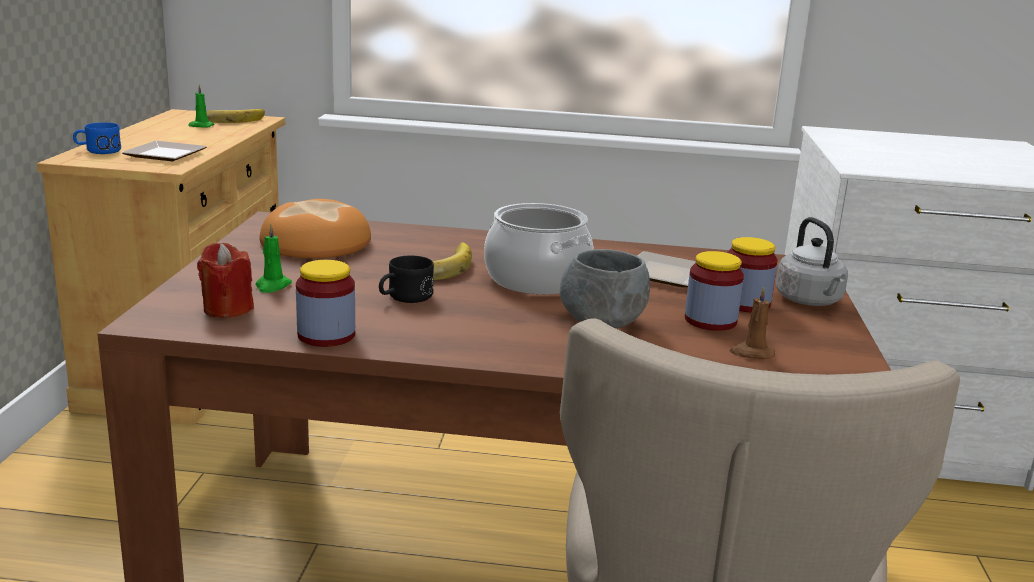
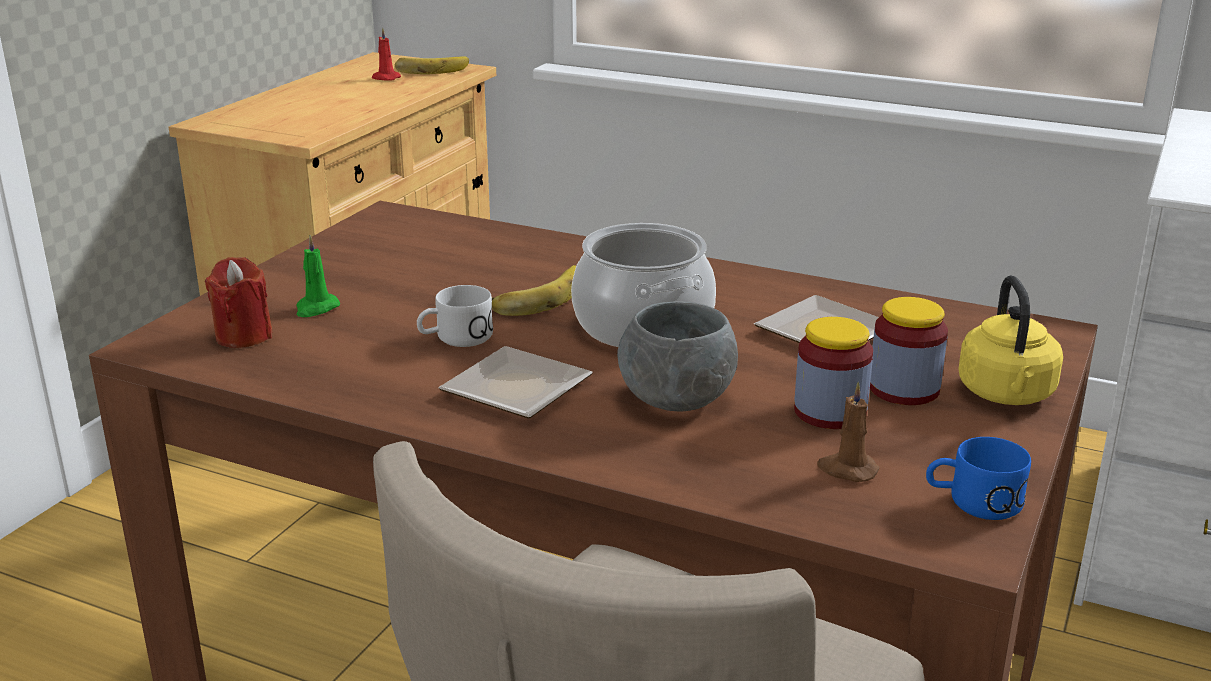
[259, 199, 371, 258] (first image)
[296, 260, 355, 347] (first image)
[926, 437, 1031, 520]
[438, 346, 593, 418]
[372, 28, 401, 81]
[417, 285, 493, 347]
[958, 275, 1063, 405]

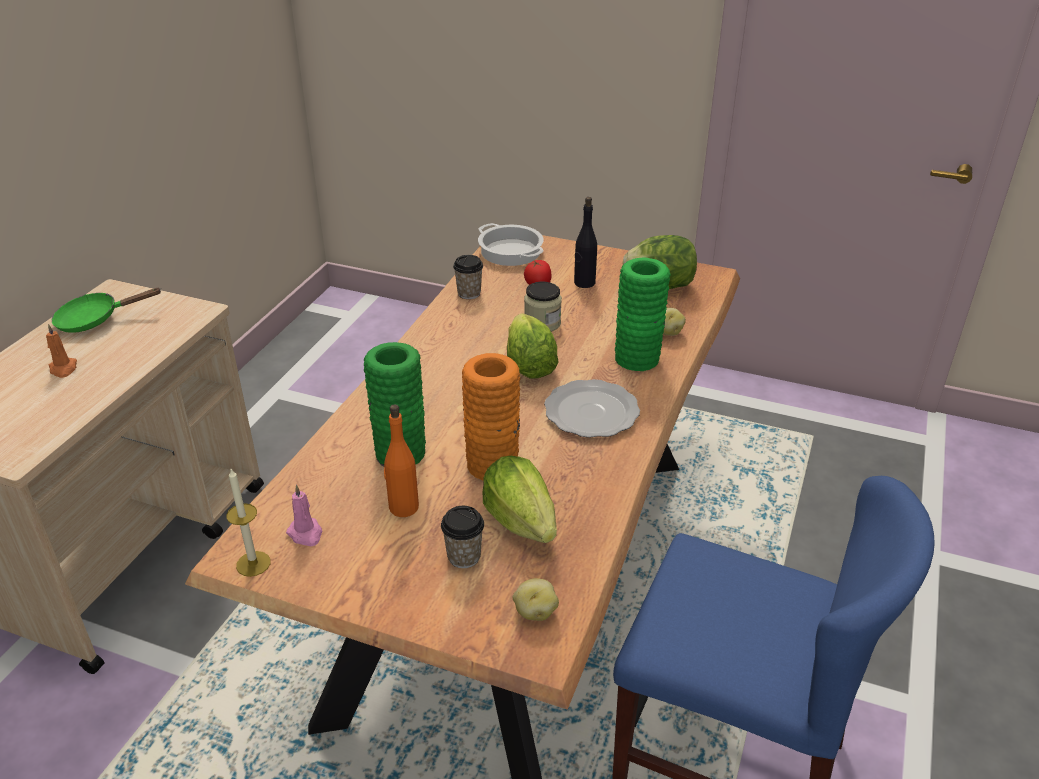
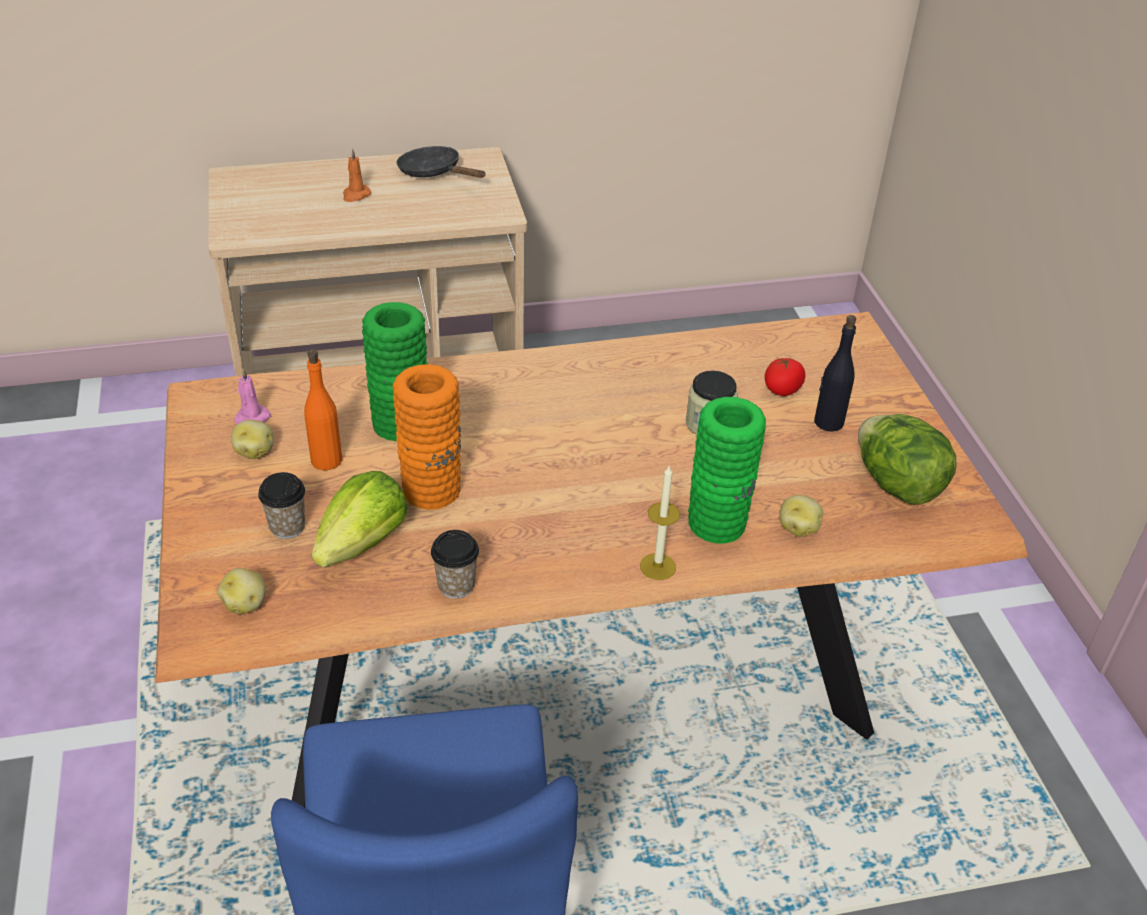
[478, 223, 544, 266] (first image)
[507, 313, 559, 378] (first image)
[544, 379, 640, 438] (first image)
[231, 420, 273, 459]
[640, 466, 680, 580]
[431, 530, 479, 599]
[397, 146, 486, 178]

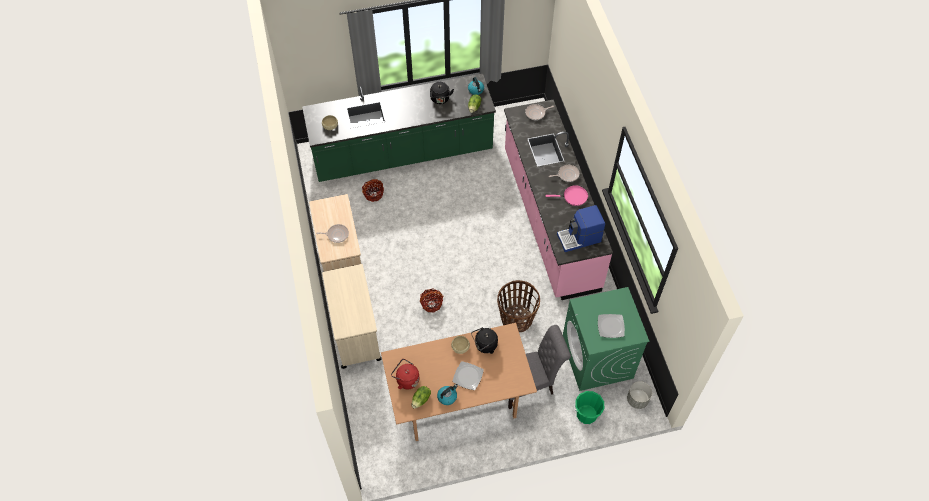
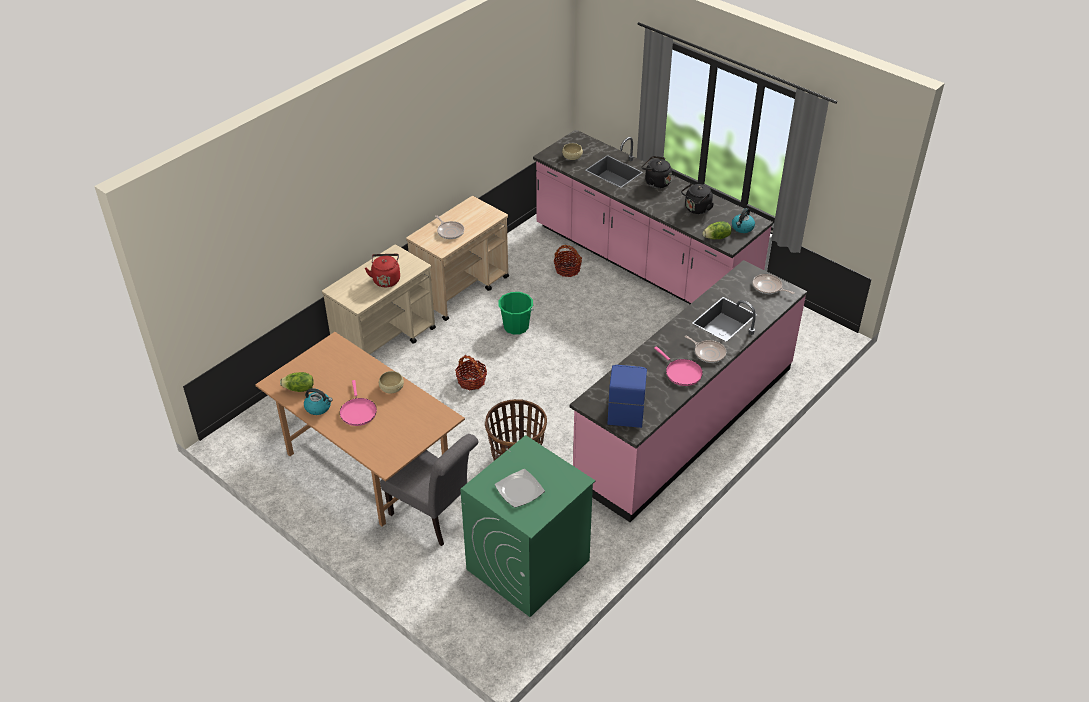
[627, 381, 652, 409] (first image)
[365, 254, 400, 287]
[641, 156, 672, 188]
[499, 292, 534, 335]
[340, 380, 377, 426]
[533, 130, 773, 304]
[607, 364, 647, 428]

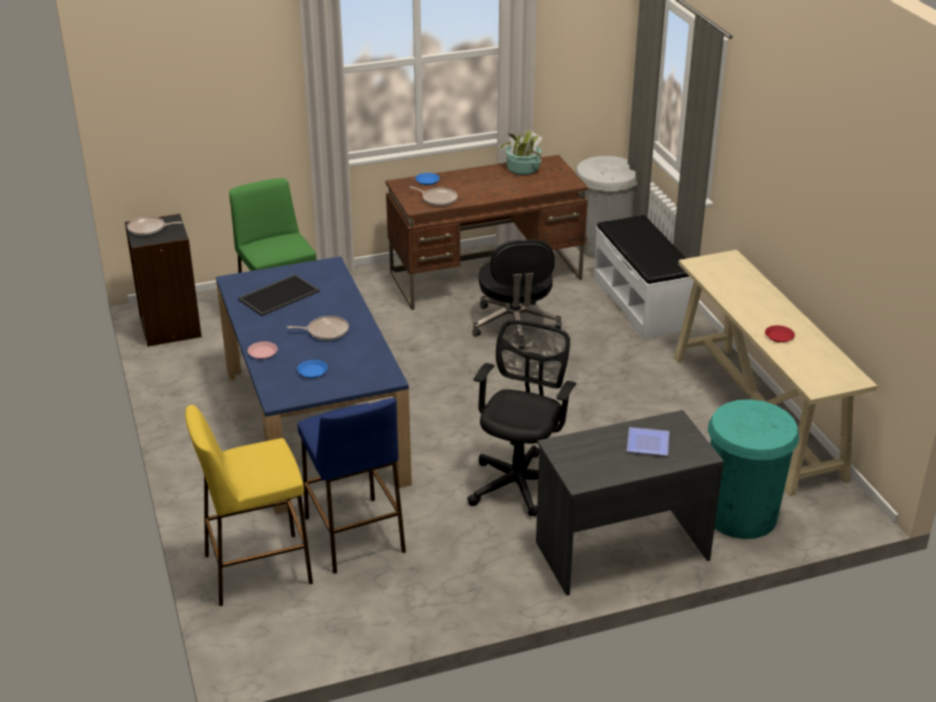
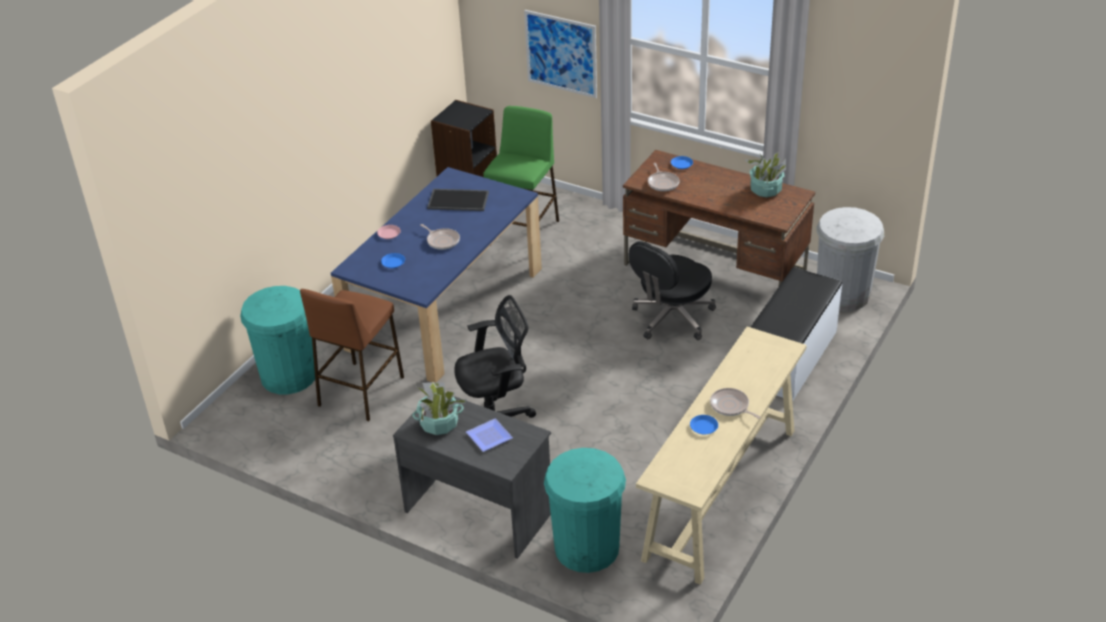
[412, 382, 467, 435]
[524, 10, 597, 98]
[710, 388, 761, 419]
[240, 286, 315, 394]
[300, 289, 404, 421]
[690, 415, 718, 435]

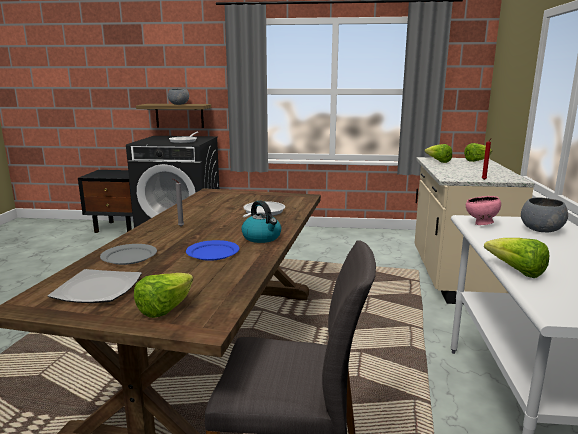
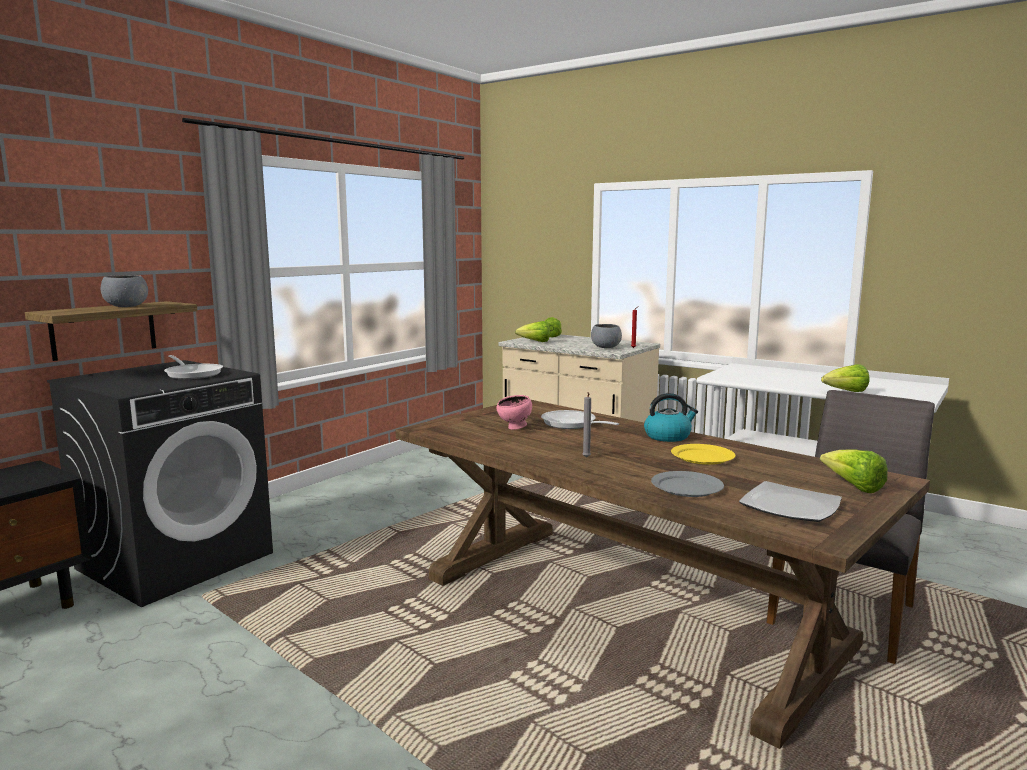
[496, 395, 532, 430]
[591, 324, 622, 348]
[671, 444, 736, 465]

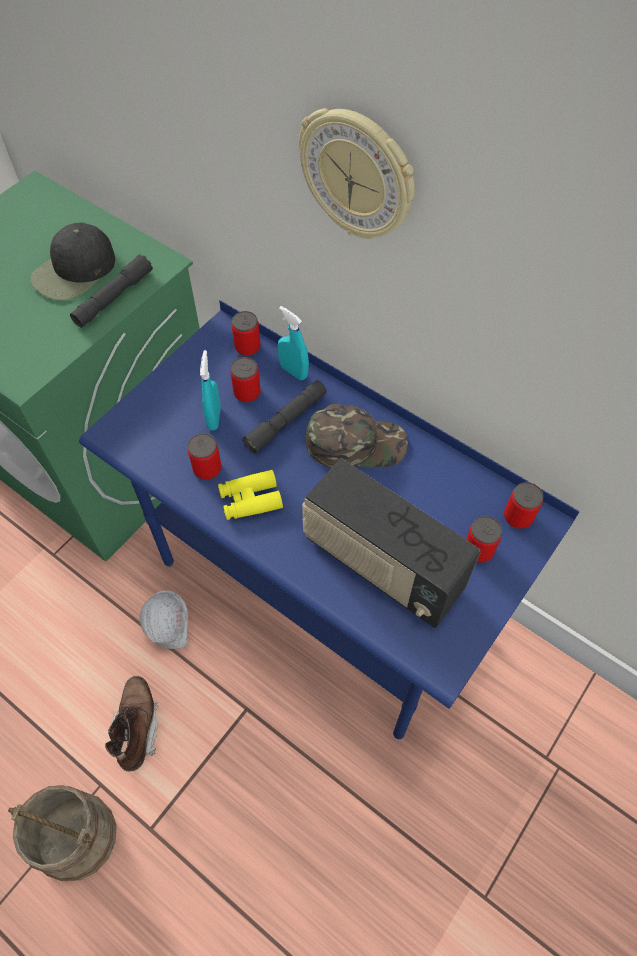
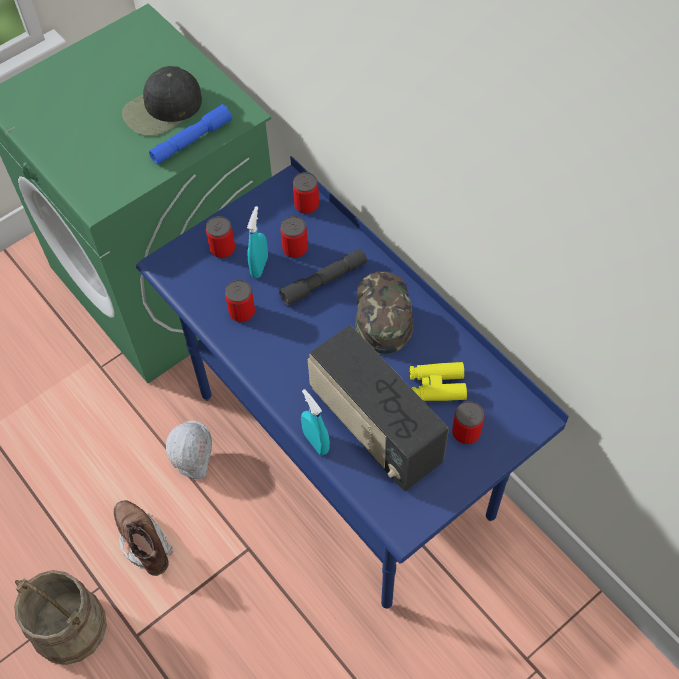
[299, 108, 415, 239] (first image)
[410, 362, 467, 401]
[301, 389, 330, 455]
[206, 216, 235, 258]
[149, 104, 232, 164]
[114, 500, 173, 576]
[355, 272, 414, 354]

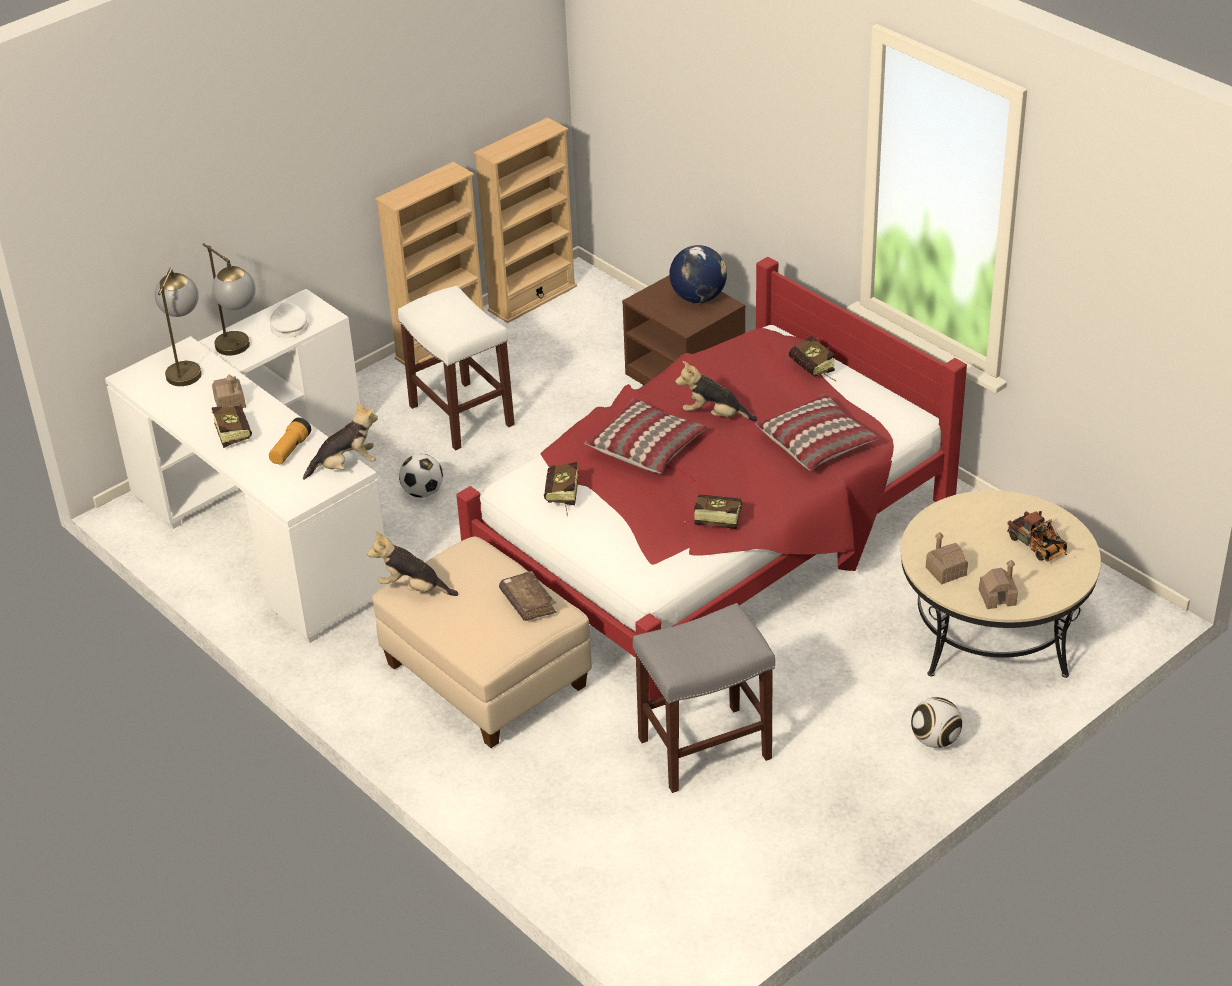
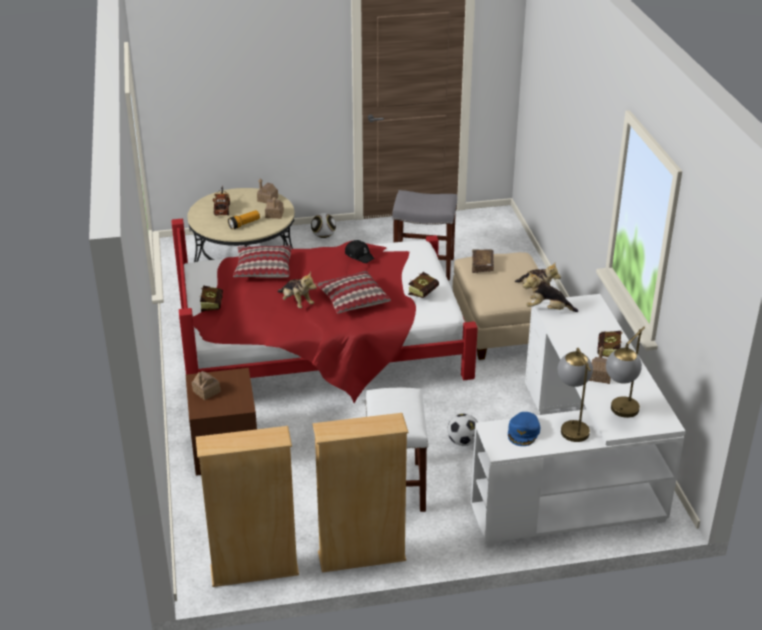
[228, 210, 260, 230]
[192, 371, 221, 400]
[345, 240, 375, 263]
[508, 412, 540, 446]

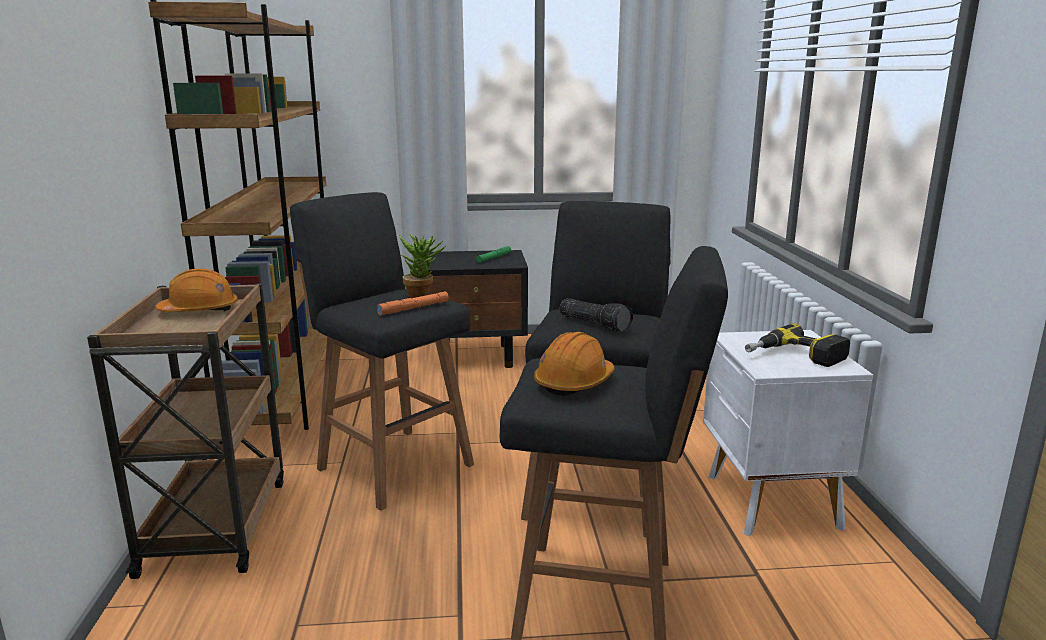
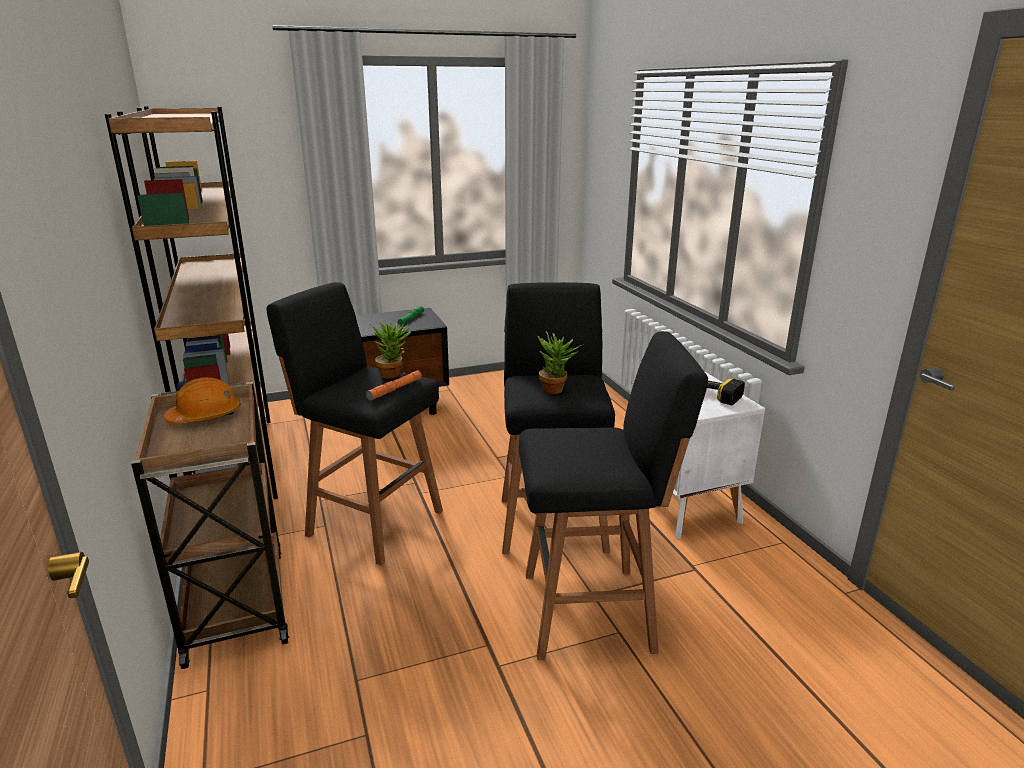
[534, 332, 615, 396] (first image)
[537, 332, 584, 394]

